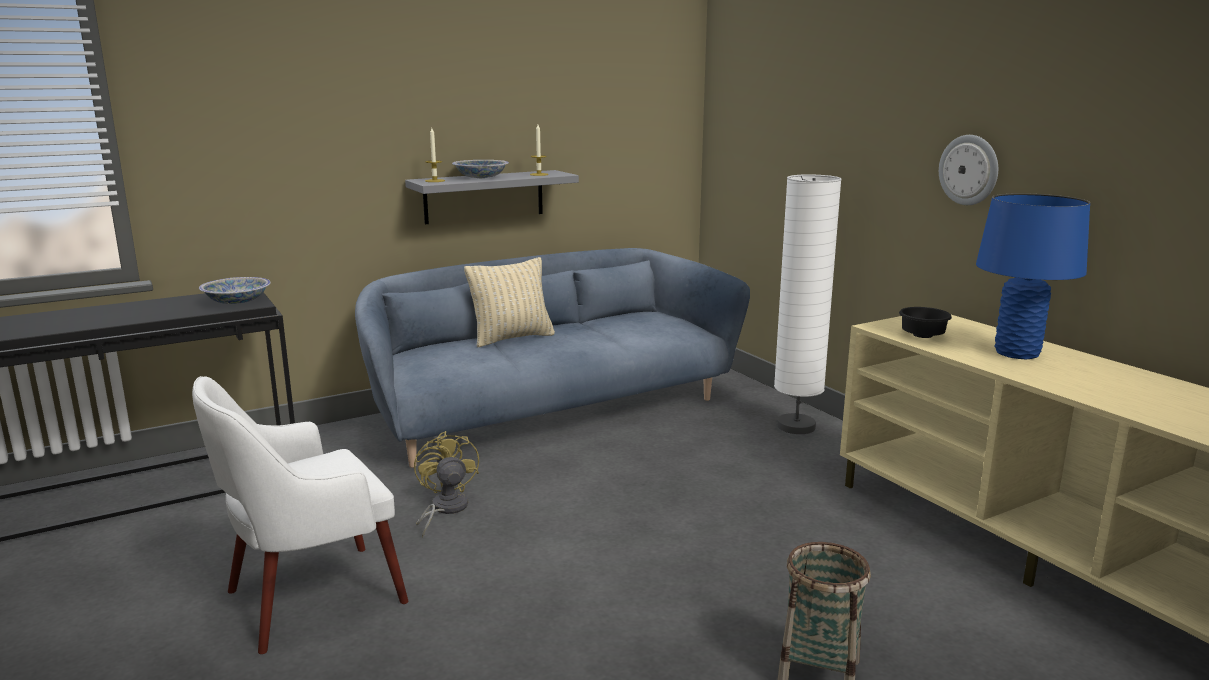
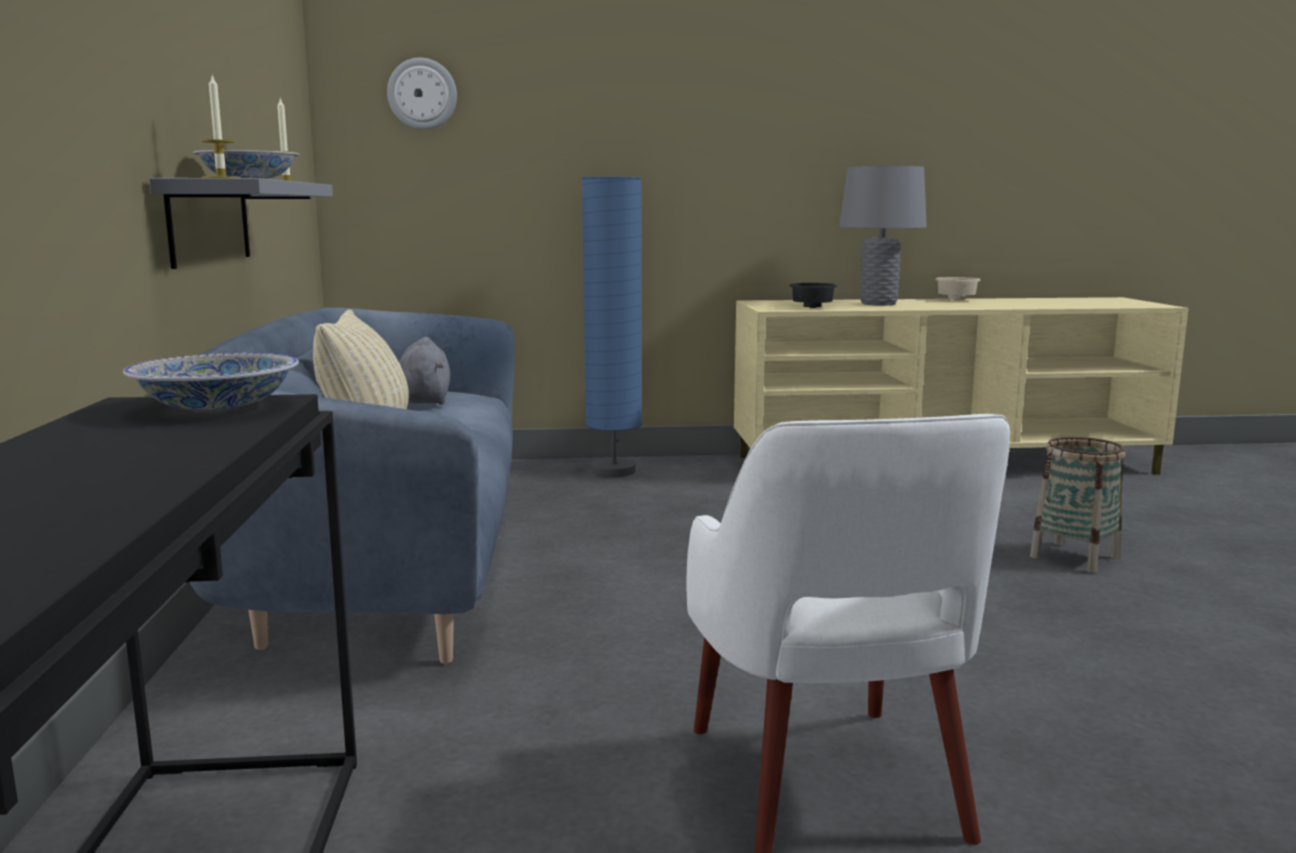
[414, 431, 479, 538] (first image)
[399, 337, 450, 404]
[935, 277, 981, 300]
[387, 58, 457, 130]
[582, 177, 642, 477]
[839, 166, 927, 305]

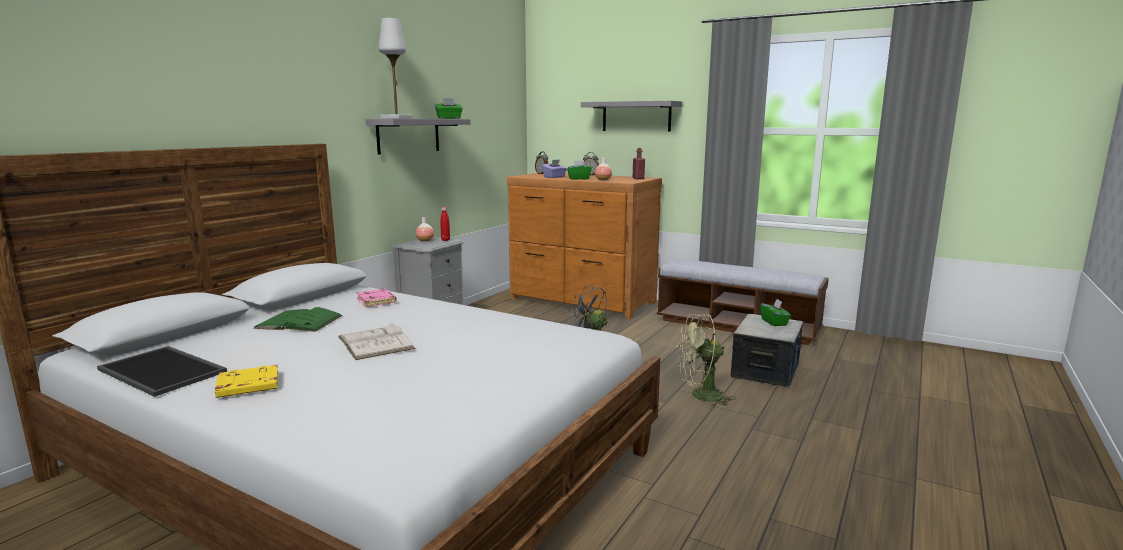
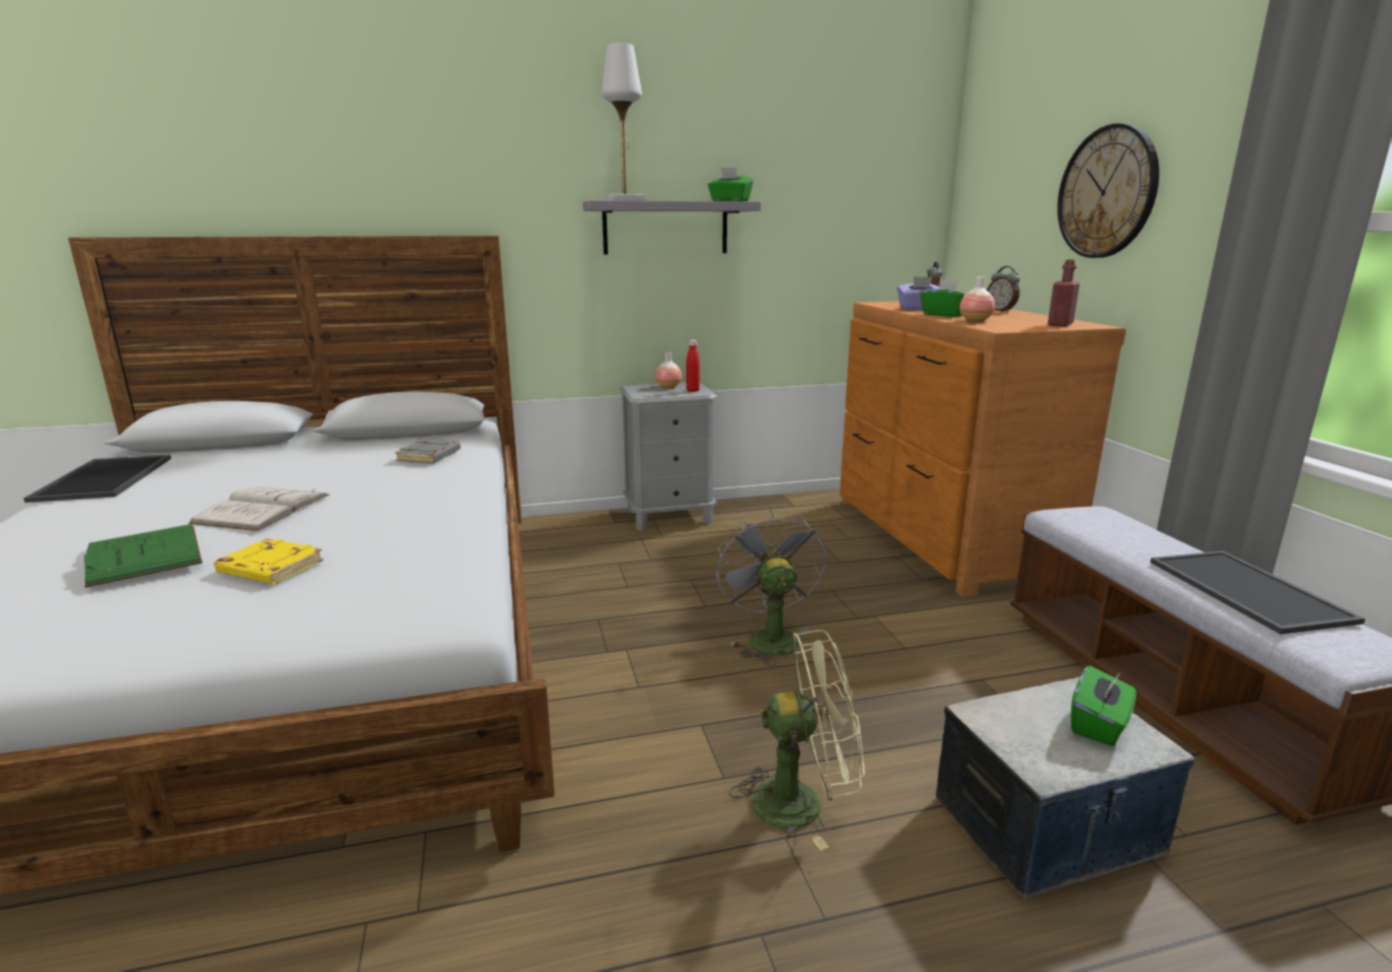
[1150, 551, 1365, 634]
[214, 538, 323, 584]
[84, 524, 202, 588]
[1057, 123, 1159, 258]
[395, 439, 461, 464]
[729, 630, 865, 850]

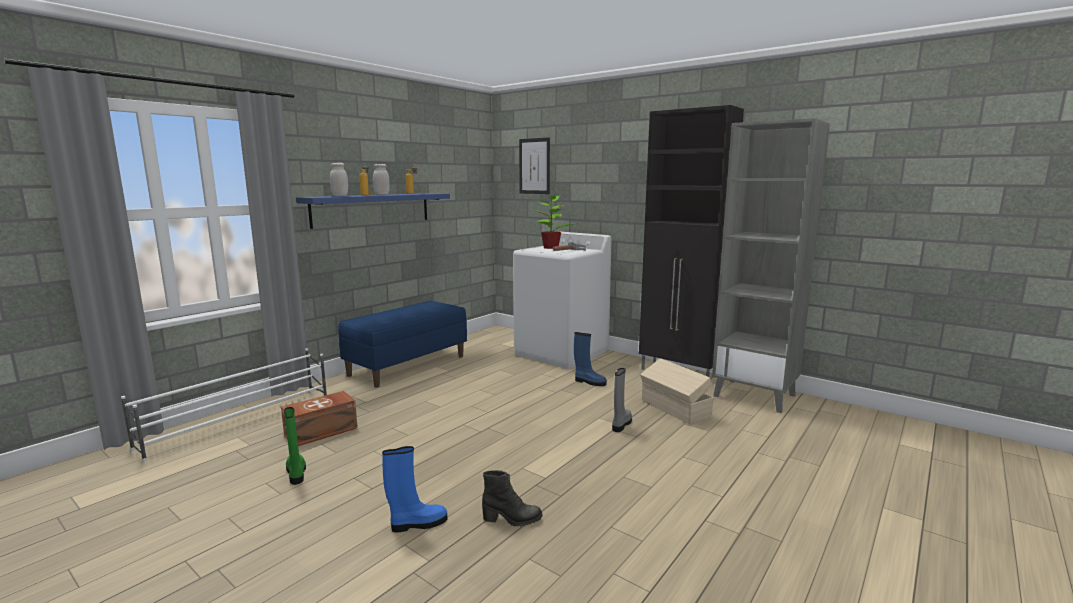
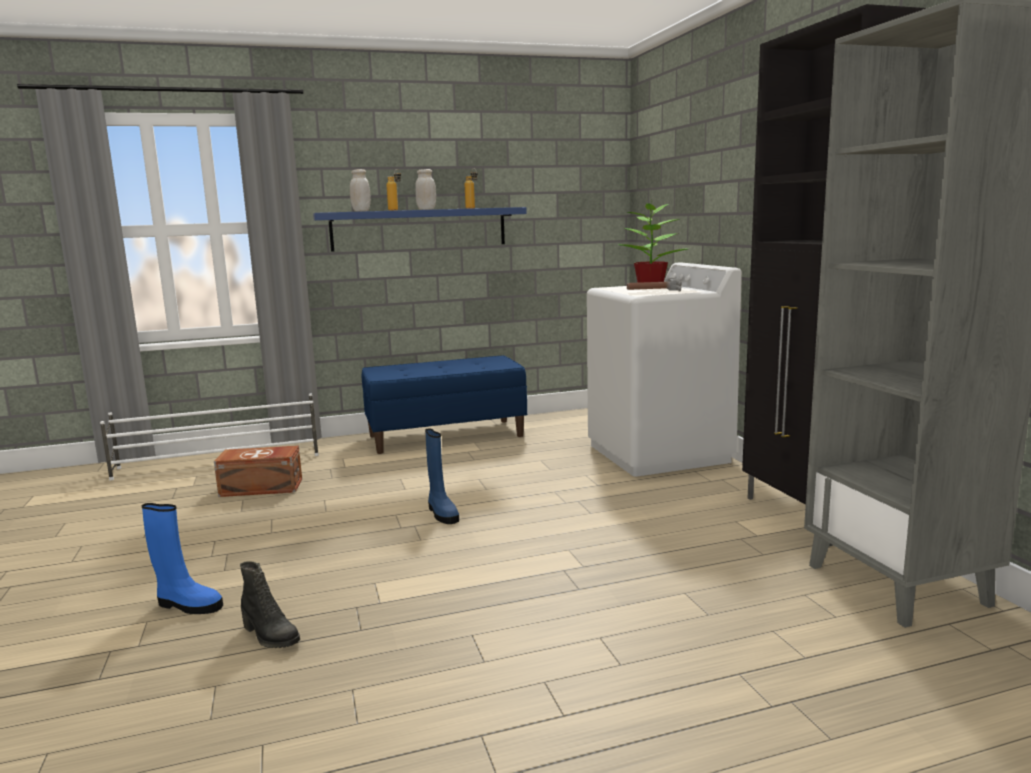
[284, 407, 306, 485] (first image)
[519, 137, 550, 194] (first image)
[612, 368, 632, 432] (first image)
[640, 358, 713, 424] (first image)
[425, 428, 459, 524]

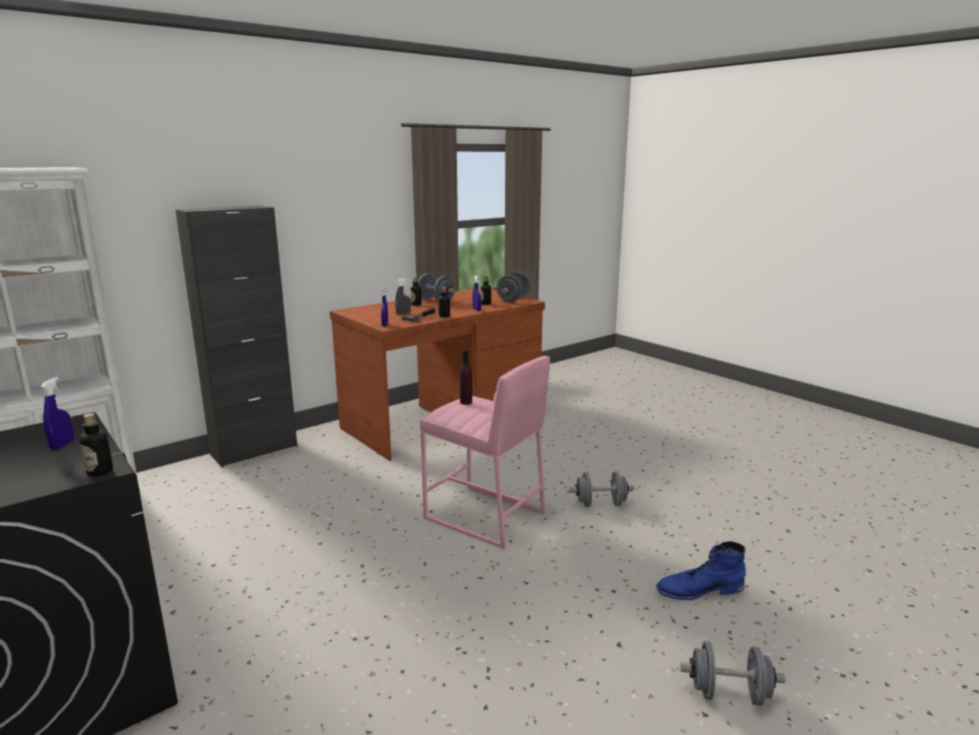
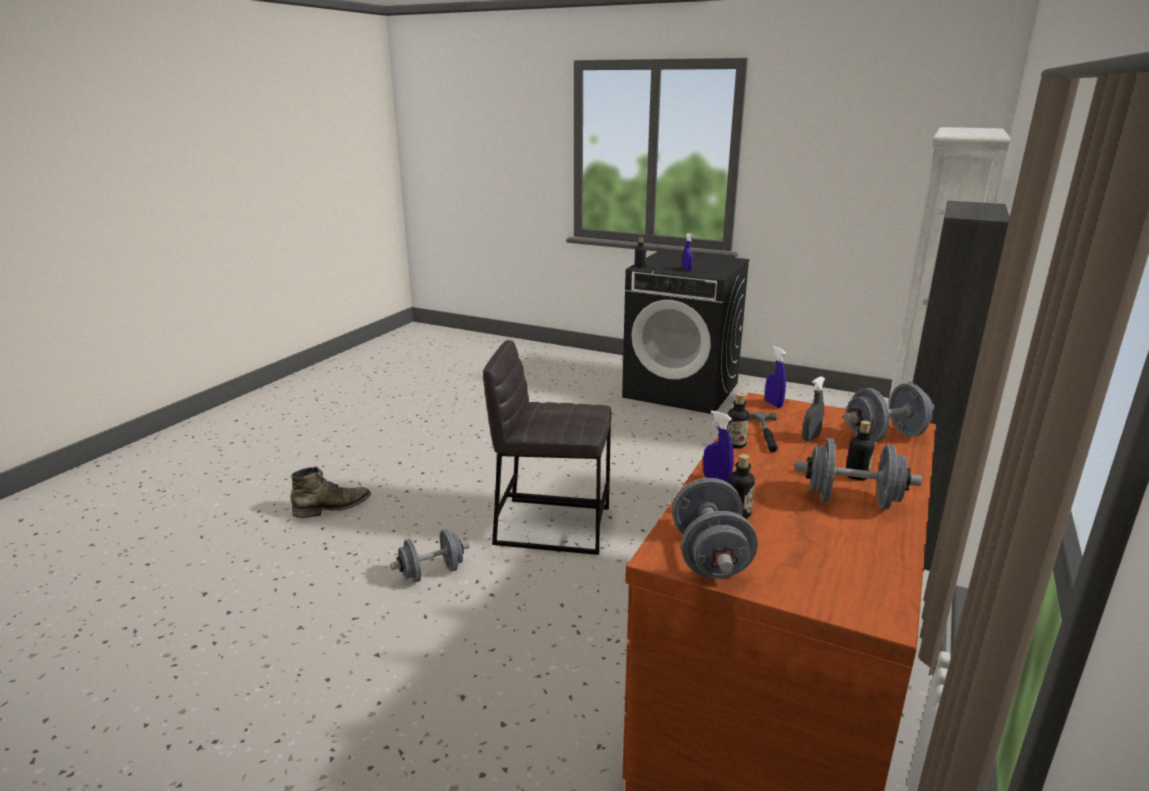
[460, 350, 472, 405] (first image)
[843, 383, 934, 442]
[483, 340, 612, 555]
[291, 466, 371, 518]

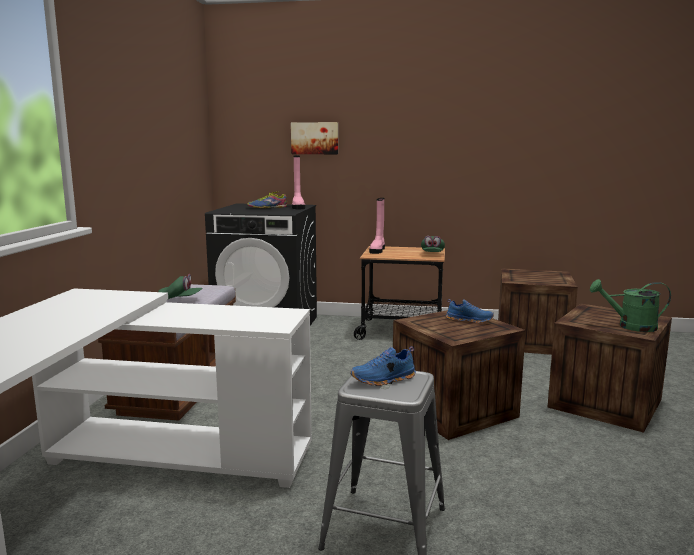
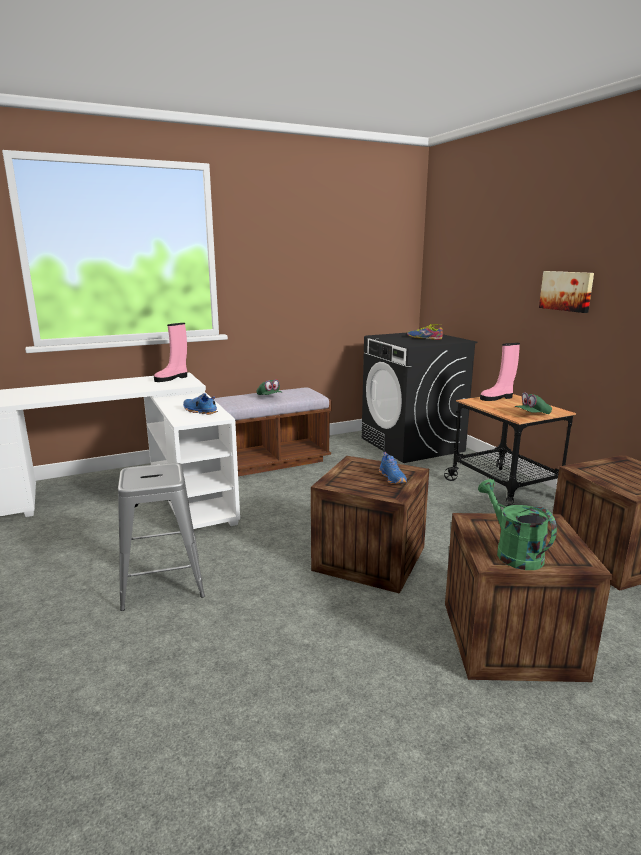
[539, 271, 594, 313]
[154, 323, 187, 382]
[183, 393, 218, 415]

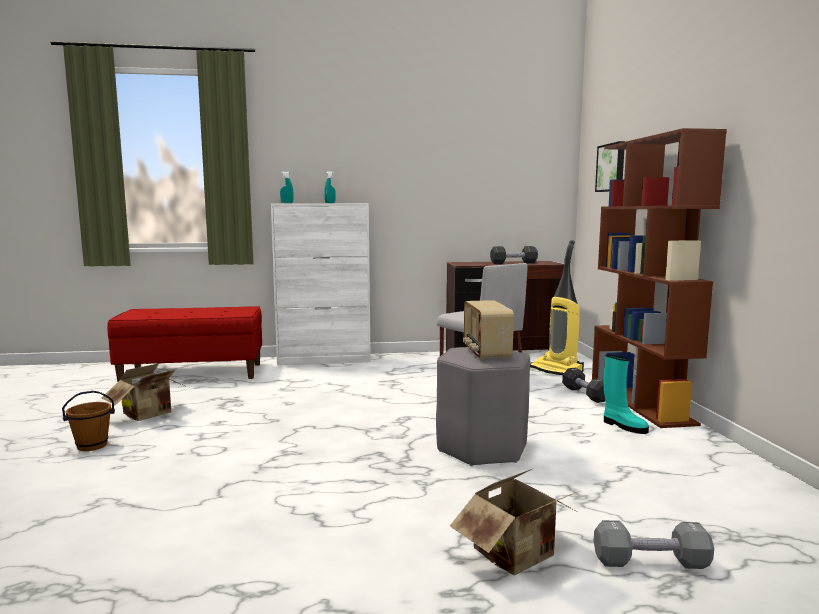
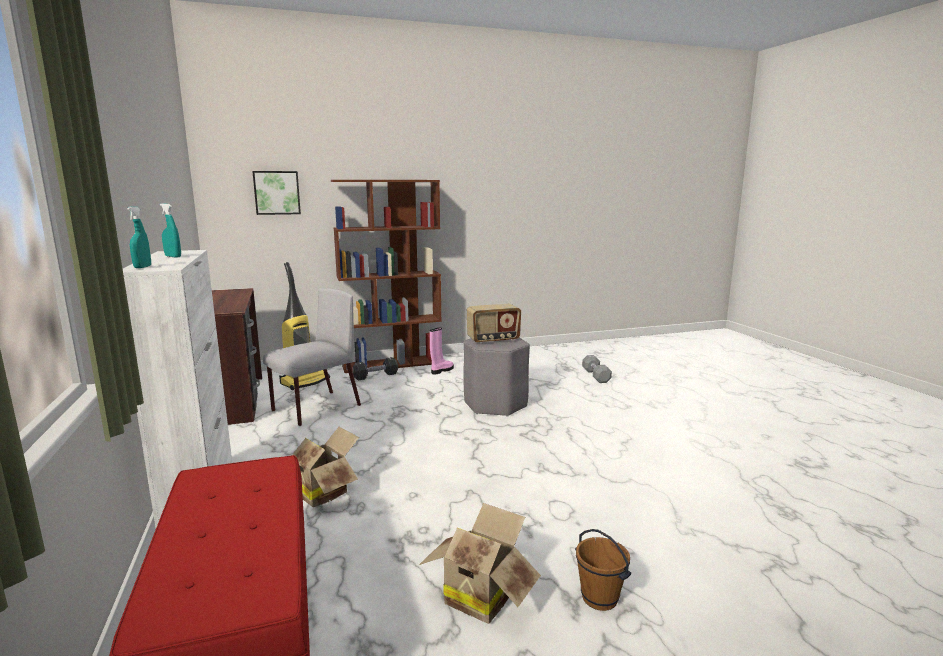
[490, 246, 538, 264] (first image)
[292, 427, 359, 507]
[430, 328, 454, 375]

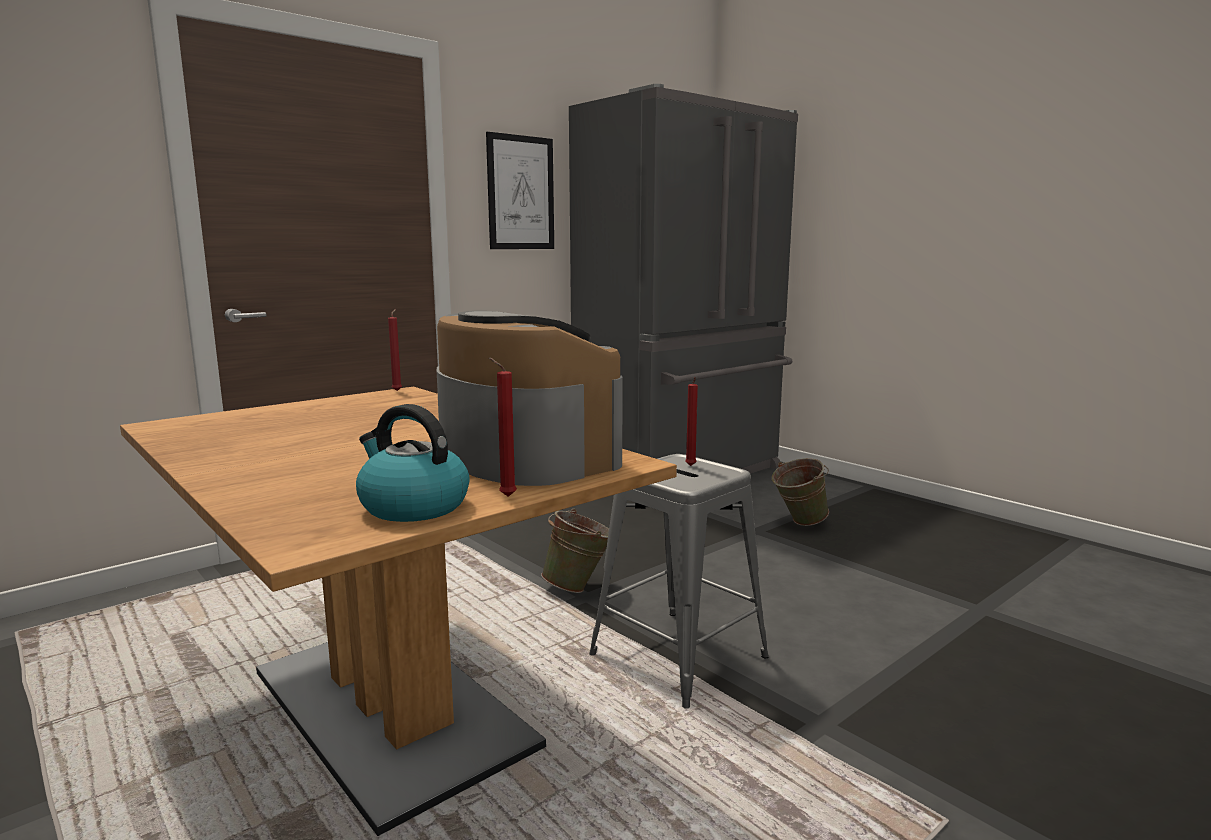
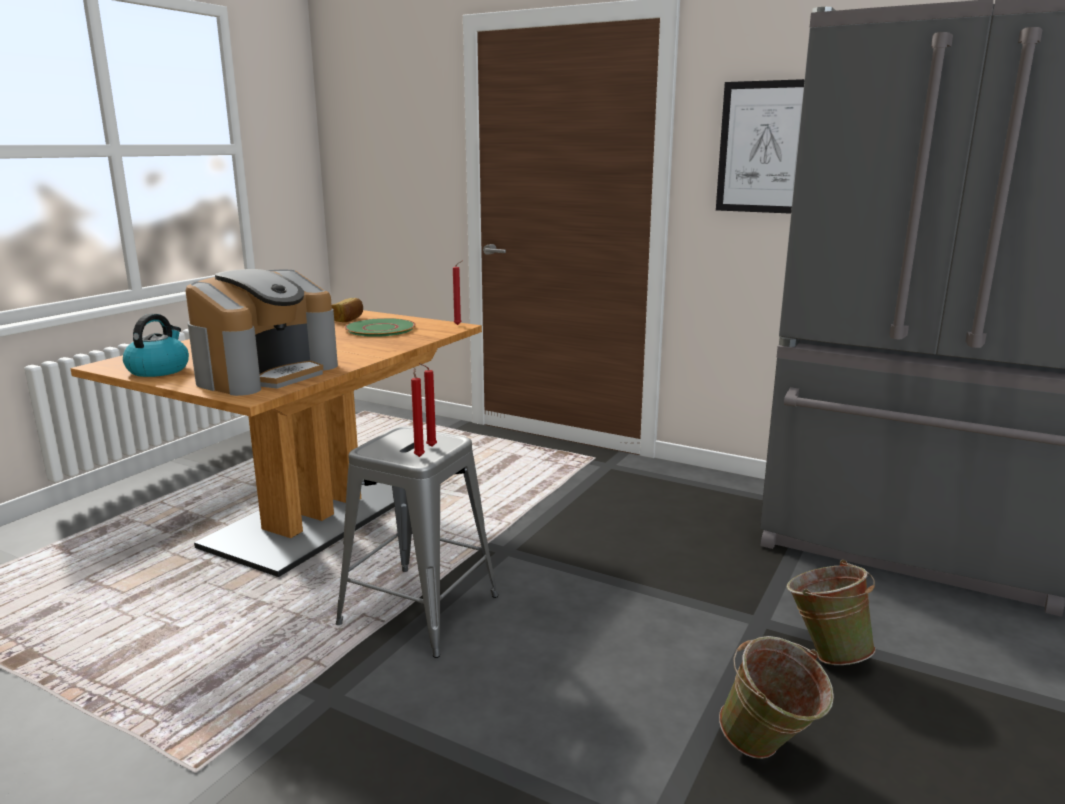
[332, 298, 363, 322]
[344, 318, 416, 337]
[411, 367, 425, 457]
[719, 636, 834, 759]

